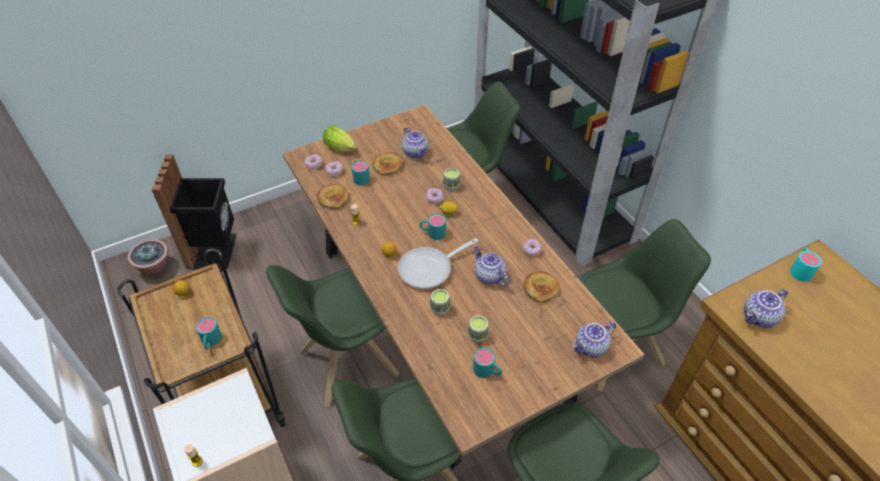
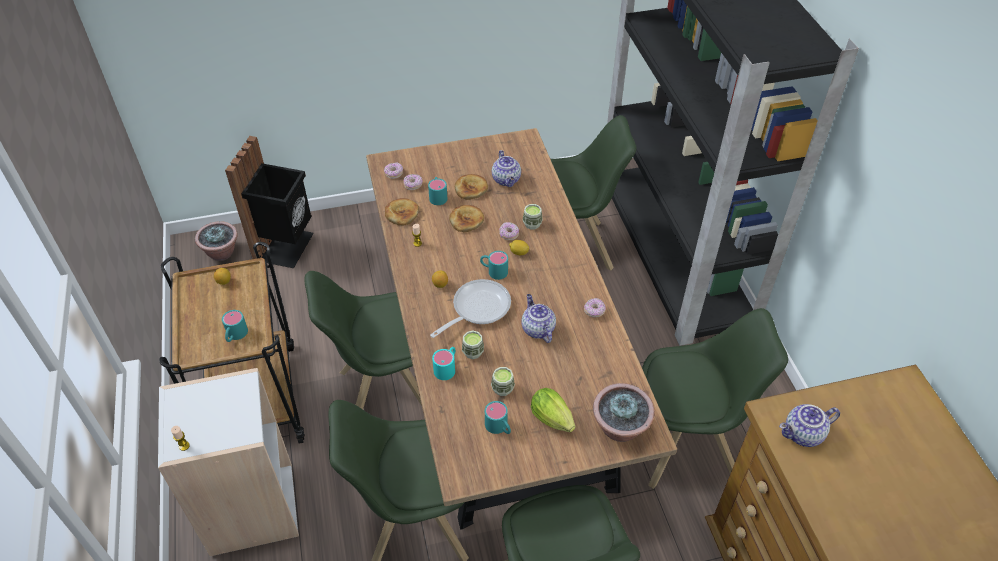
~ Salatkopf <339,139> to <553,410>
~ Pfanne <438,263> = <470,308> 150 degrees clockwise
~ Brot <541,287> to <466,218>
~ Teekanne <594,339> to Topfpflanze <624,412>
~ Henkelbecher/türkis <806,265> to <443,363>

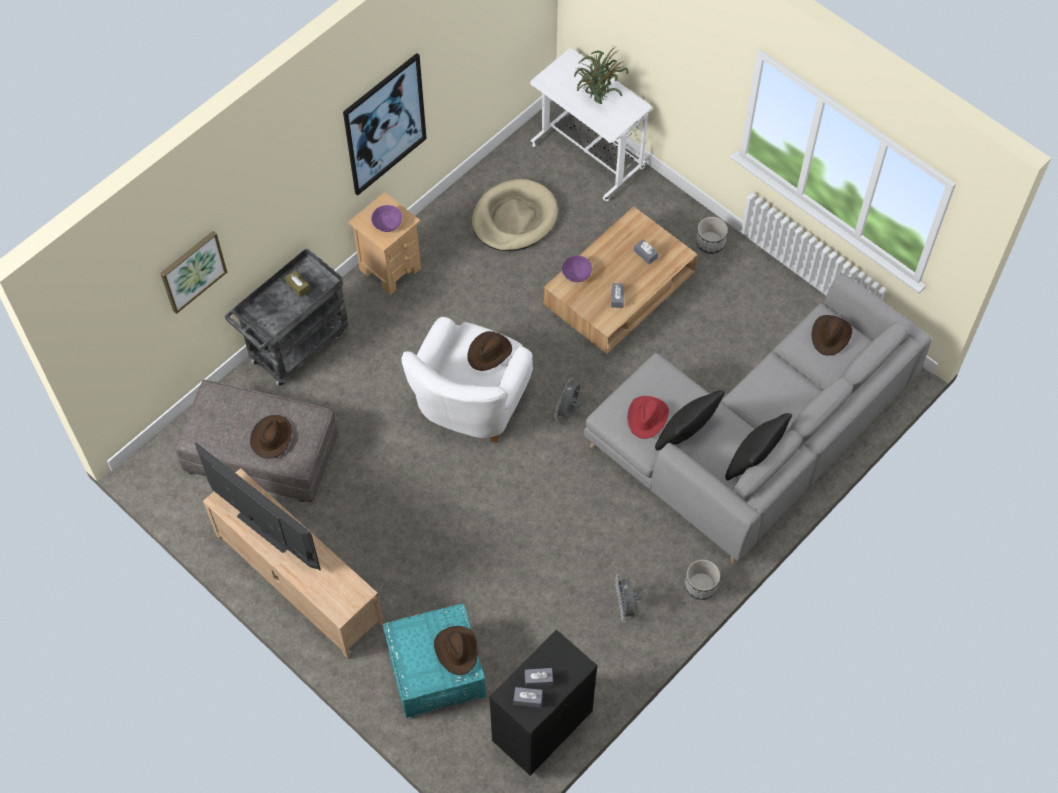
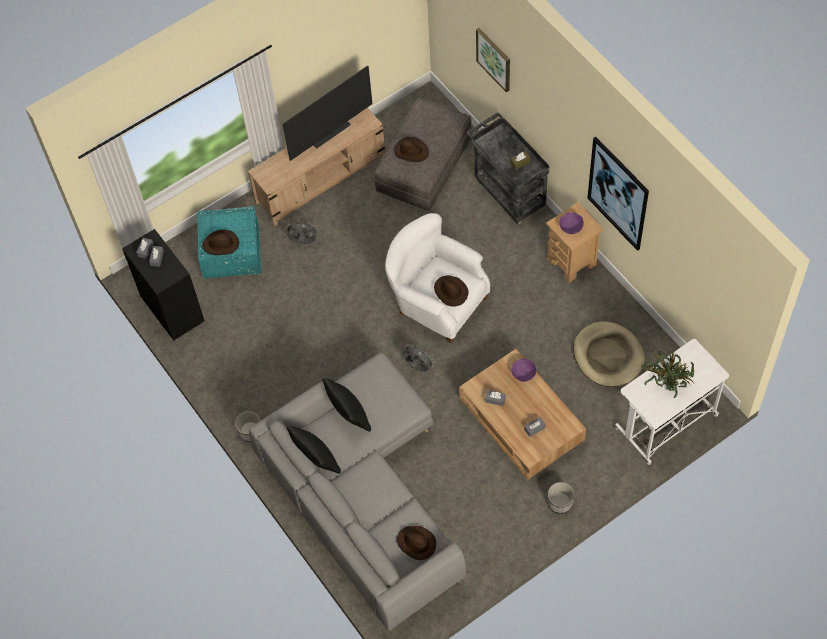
~ Ventilator/grau <628,598> to <302,232>
- Hut/rot <648,417>

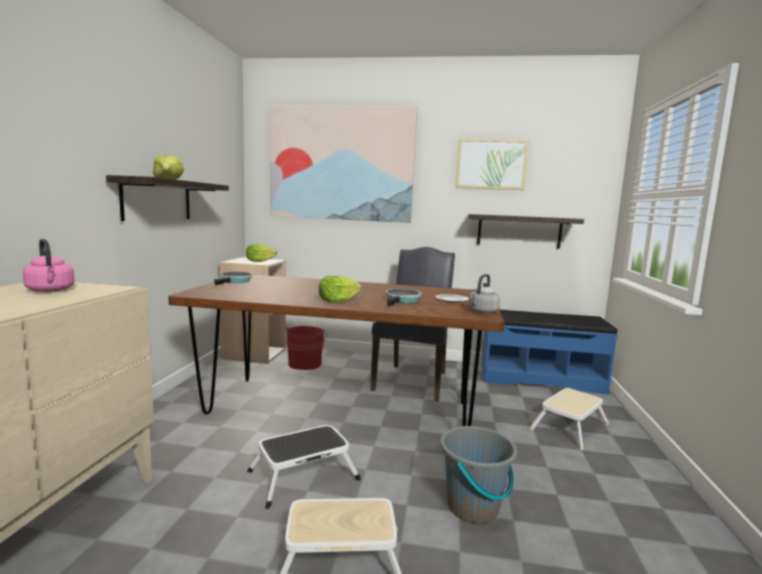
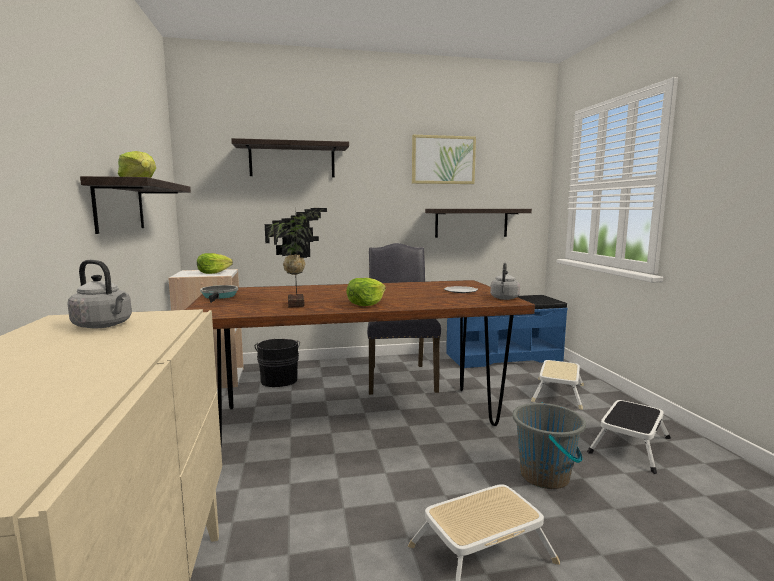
~ Wasserkessel/rosa <49,265> to Wasserkessel/grau <99,294>
~ Trittleiter/schwarz <304,467> to <629,437>
~ Bild <343,164> to Wandregal <290,157>
~ Eimer/rot <306,348> to Eimer/schwarz <277,363>
- Pfanne <403,297>
+ Topfpflanze <296,257>

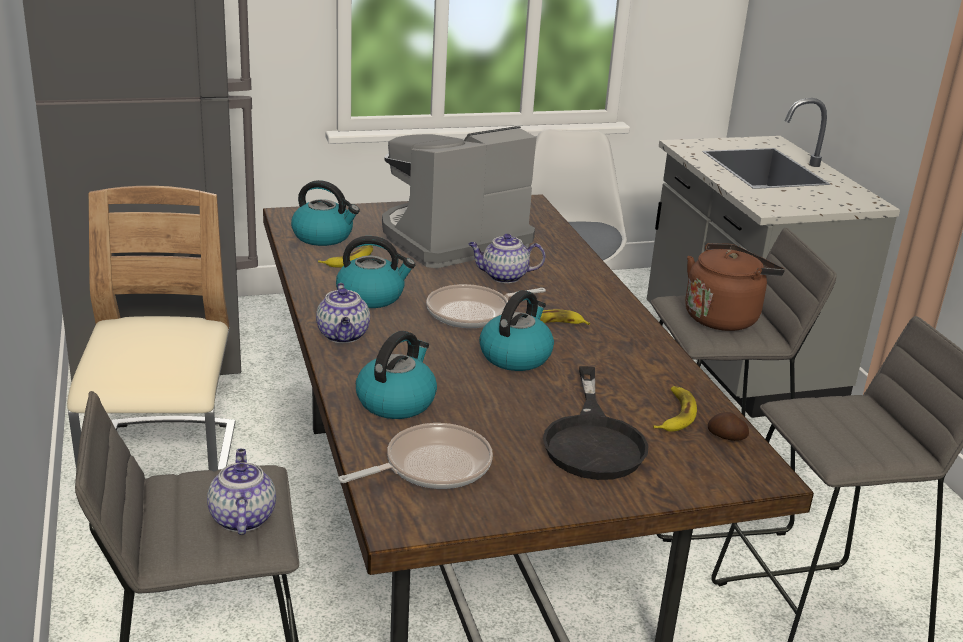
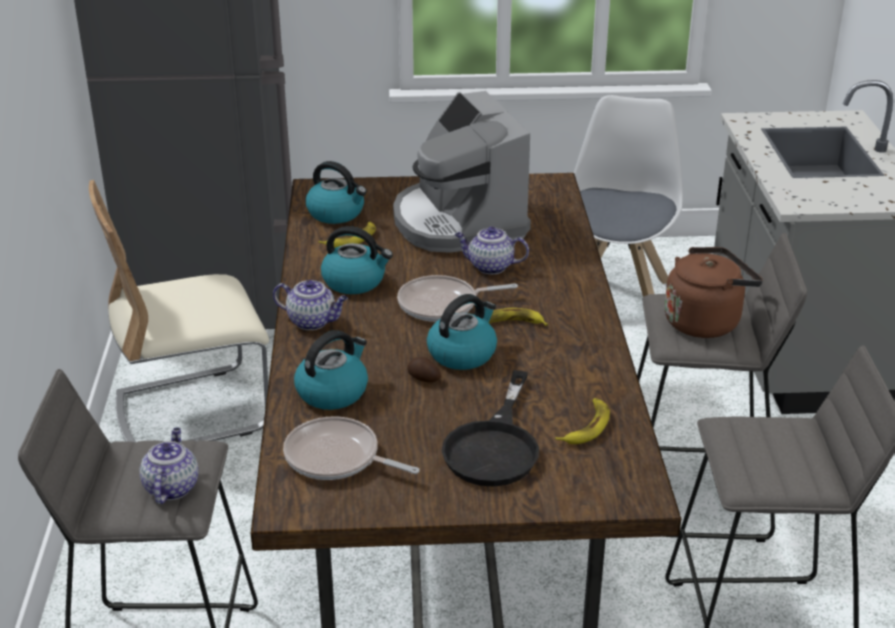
~ Stuhl/beige <151,329> = <179,311> 120 degrees counterclockwise
~ Teekanne <343,313> = <310,305> 75 degrees counterclockwise
~ Pfanne <415,456> = <351,448> 135 degrees counterclockwise
~ Kaffeemaschine <459,197> = <462,172> 90 degrees counterclockwise
~ Kartoffel <728,426> to <424,369>

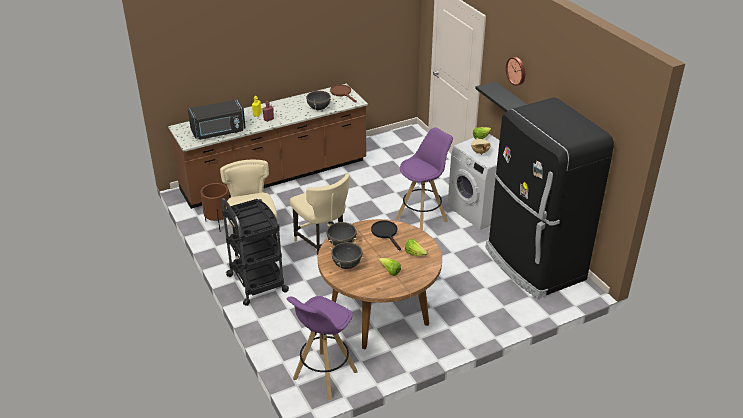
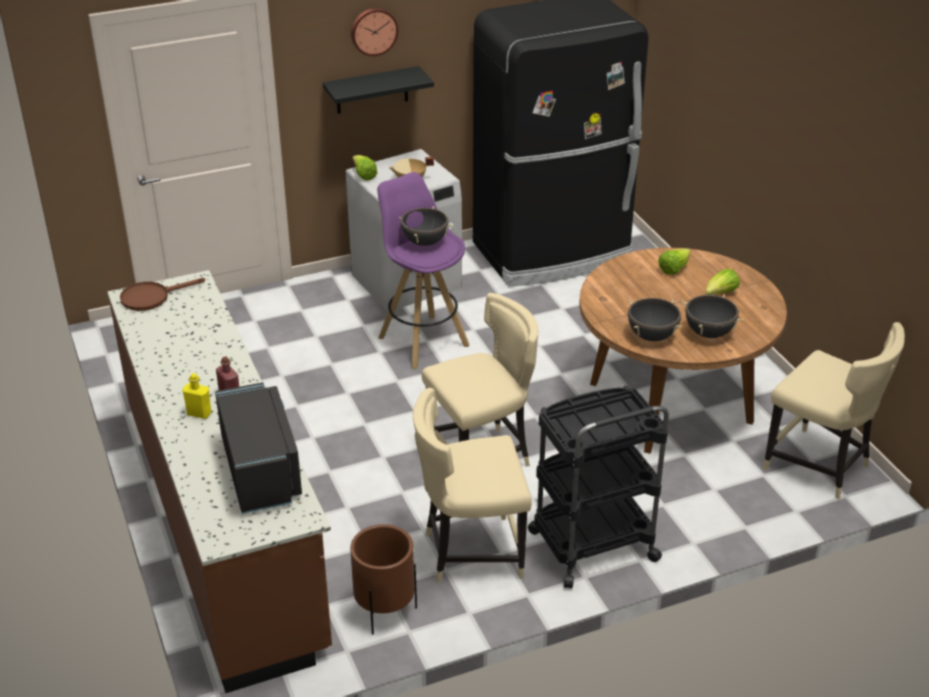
~ Hocker/lila <322,348> to Stuhl/beige <834,410>
~ Kochtopf/schwarz <318,100> to <426,226>
- Pfanne/schwarz <386,235>

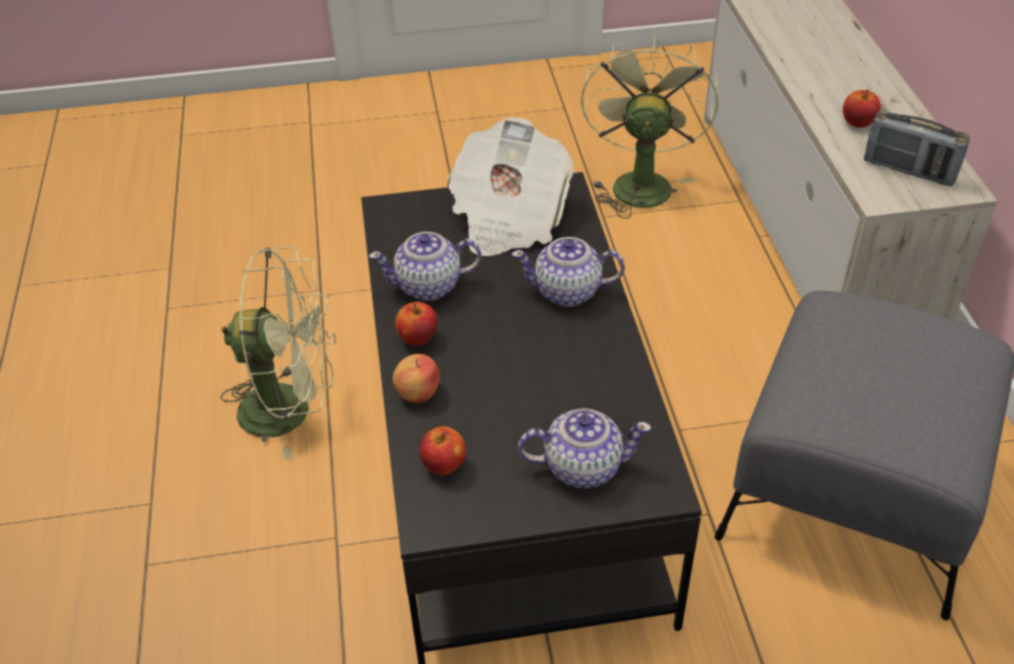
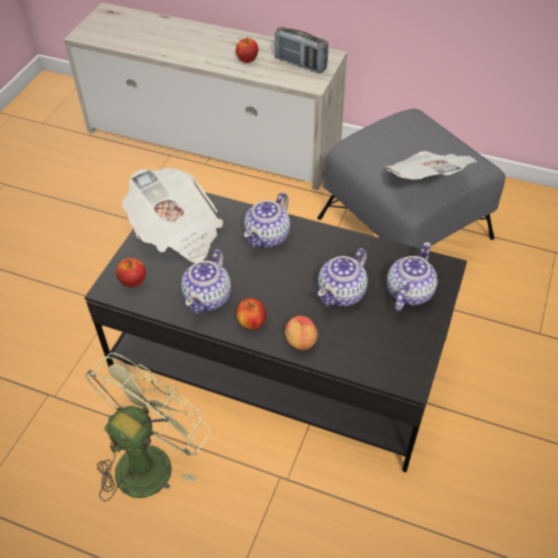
~ Apfel <442,450> to <131,273>
- Ventilator/grün <649,126>
~ Radio <917,148> = <301,49> 60 degrees clockwise
+ Teekanne <343,277>
+ Zeitung <431,165>

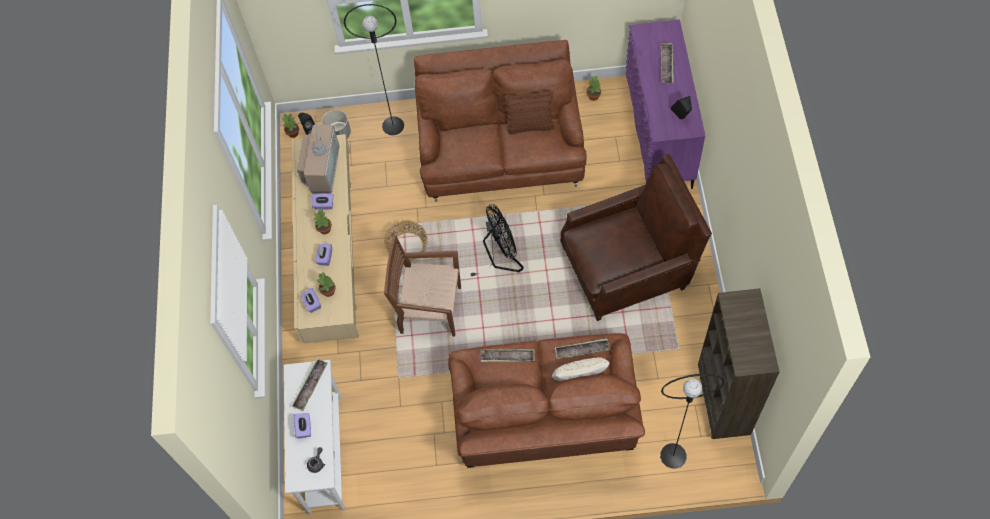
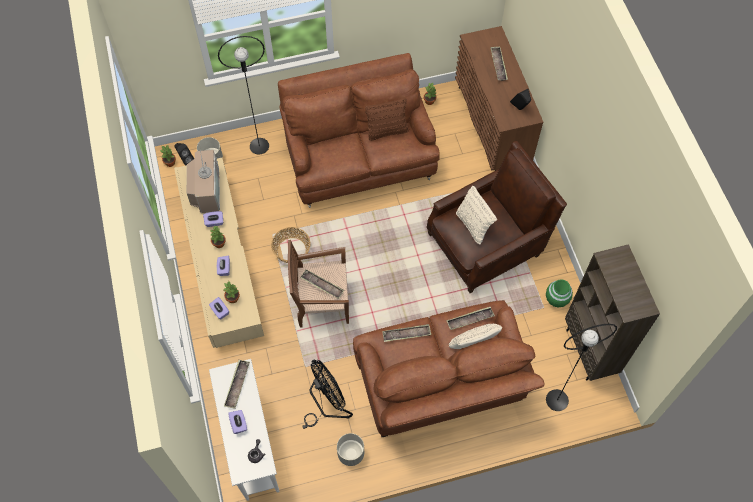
~ Ventilator/schwarz <496,240> to <328,394>
~ Kommode/lila <665,104> to Kommode/braun <499,98>
+ Tablett <322,284>
+ Pflanzkübel/grau <350,449>
+ Kissen/beige <476,215>
+ Vase/grün <559,293>

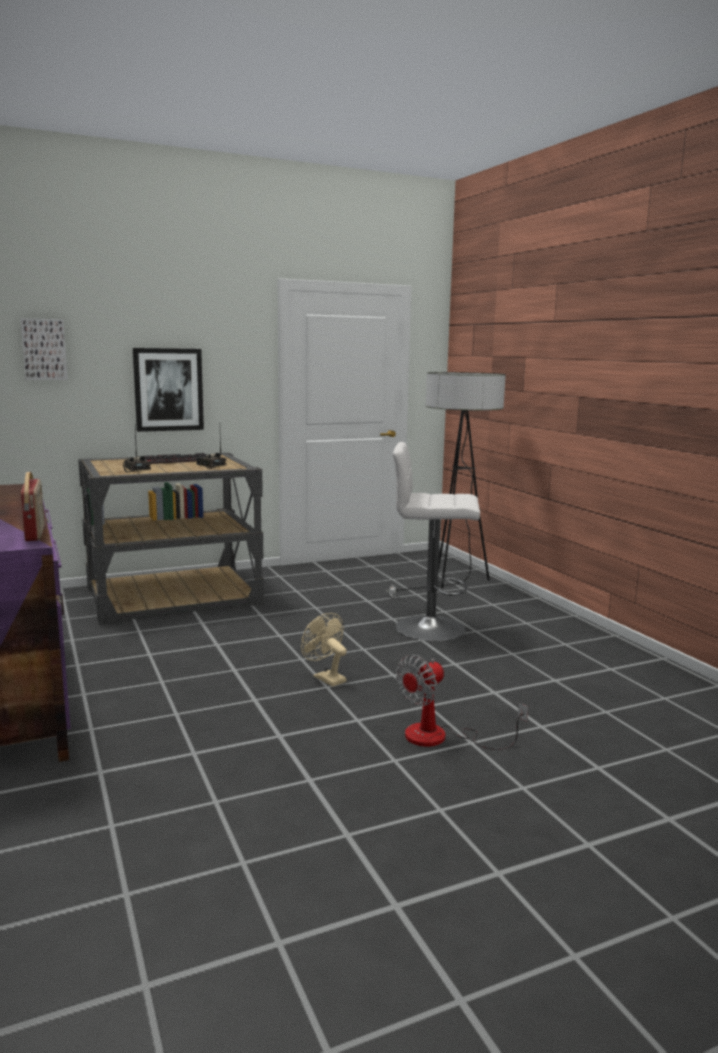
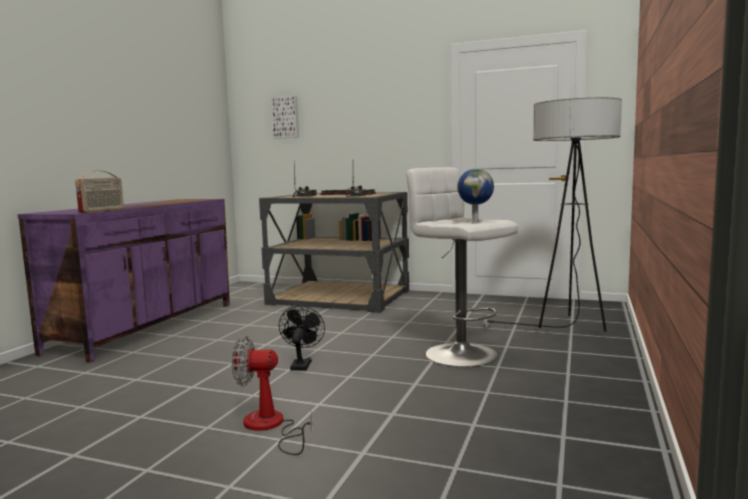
- Bild <168,390>
~ Ventilator/beige <324,650> to Ventilator/schwarz <302,338>
+ Globus <476,195>

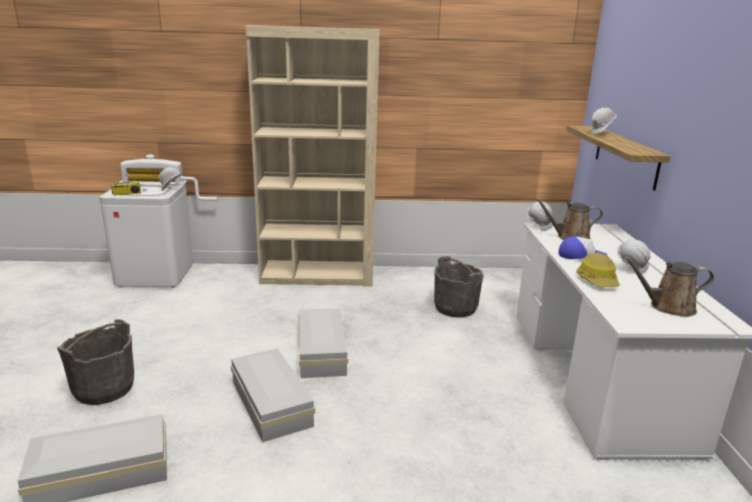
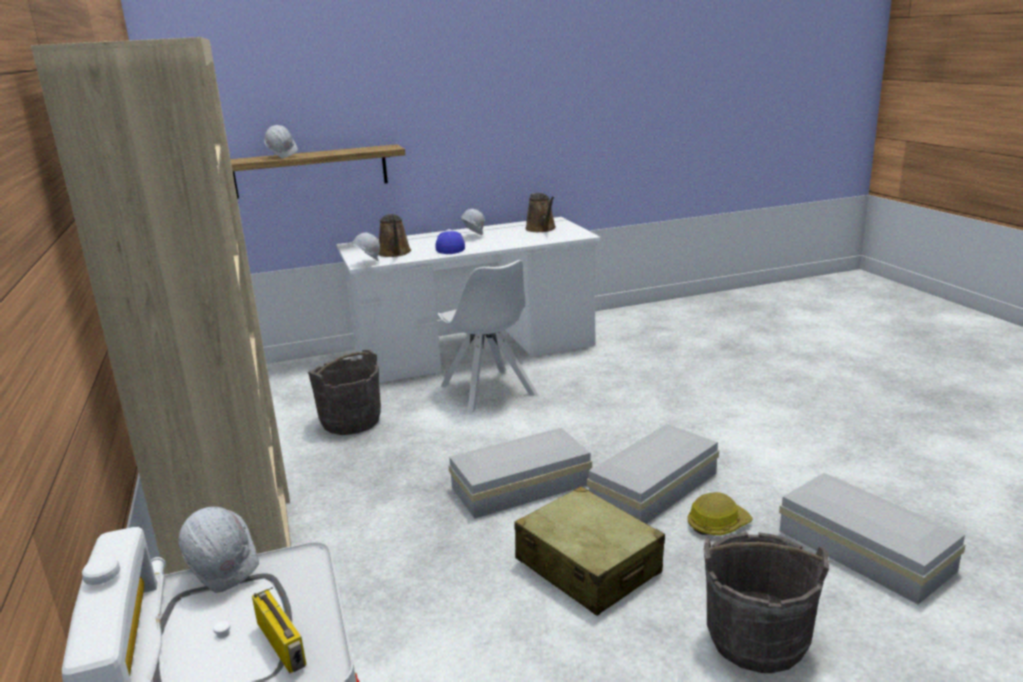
~ Schutzhelm <598,270> to <720,514>
+ Stuhl/weiß <487,336>
+ Koffer/beige <589,551>

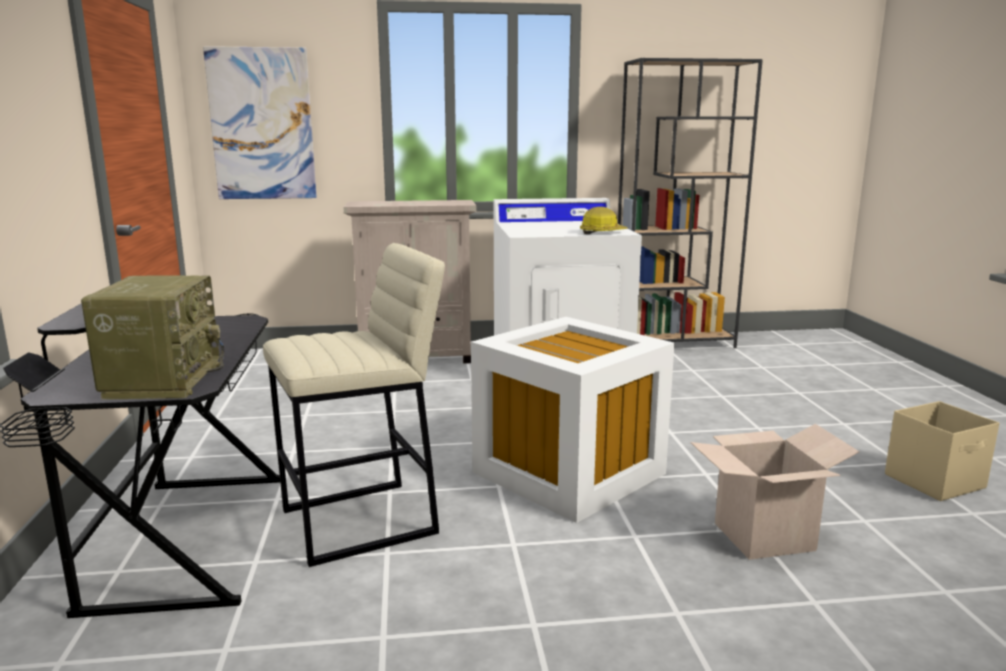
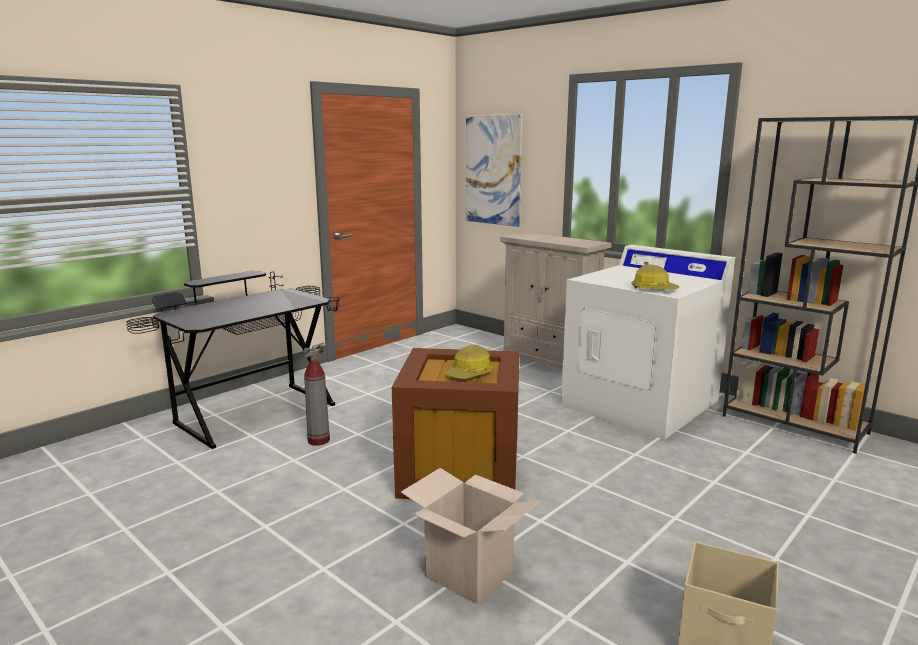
- Radio <152,337>
~ Hocker/beige <354,405> to Feuerlöscher <316,394>
~ Aufbewahrungsbox/weiß <573,420> to Aufbewahrungsbox/braun <455,423>
+ Schutzhelm <469,362>

